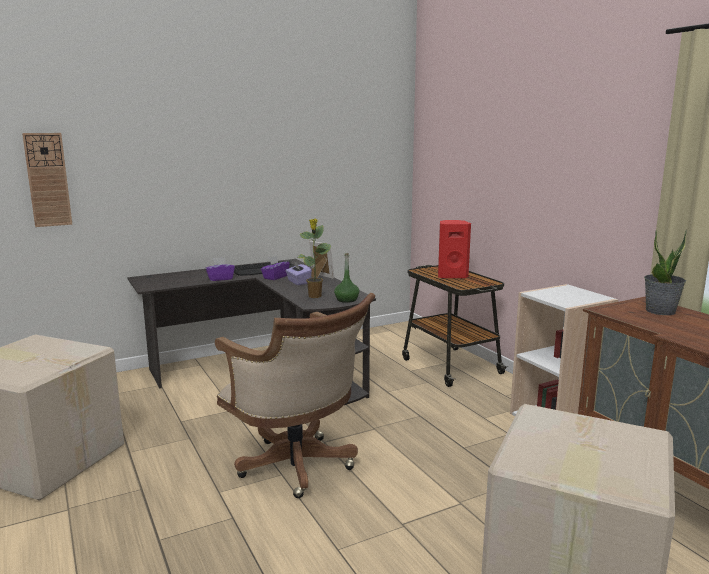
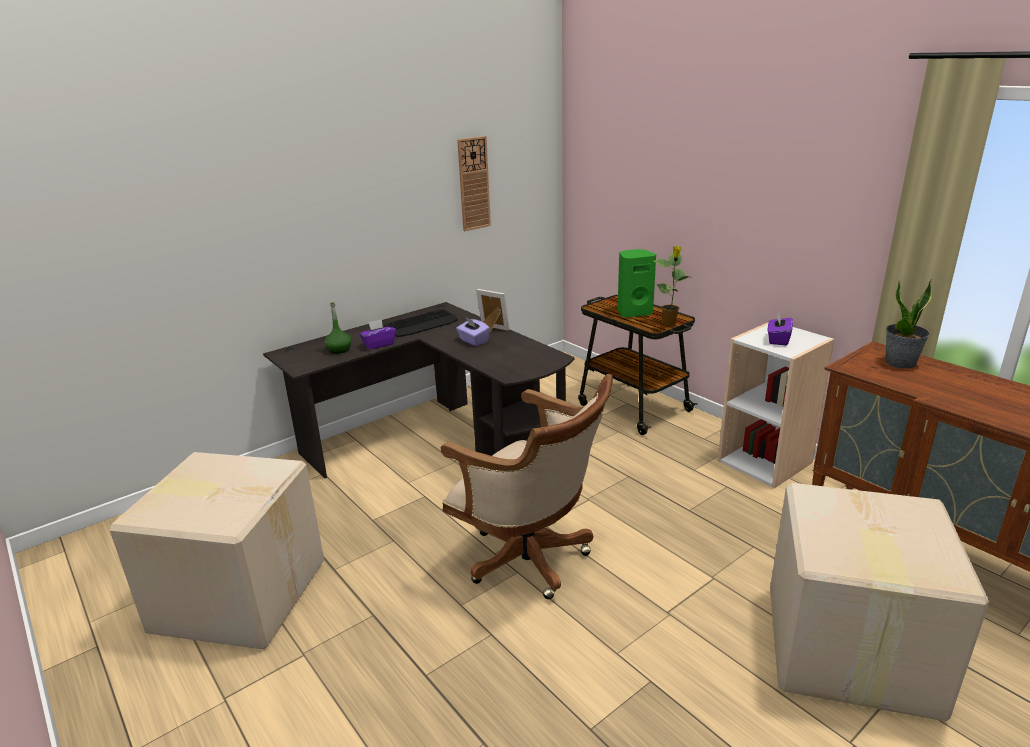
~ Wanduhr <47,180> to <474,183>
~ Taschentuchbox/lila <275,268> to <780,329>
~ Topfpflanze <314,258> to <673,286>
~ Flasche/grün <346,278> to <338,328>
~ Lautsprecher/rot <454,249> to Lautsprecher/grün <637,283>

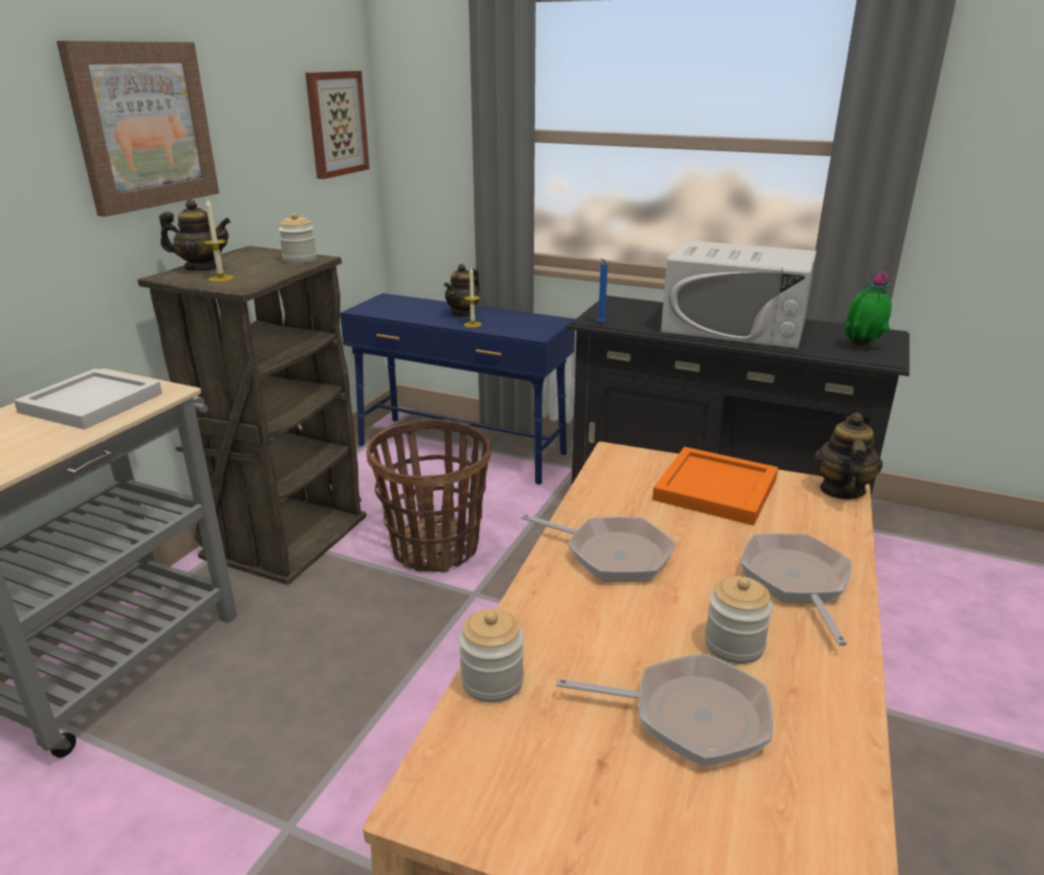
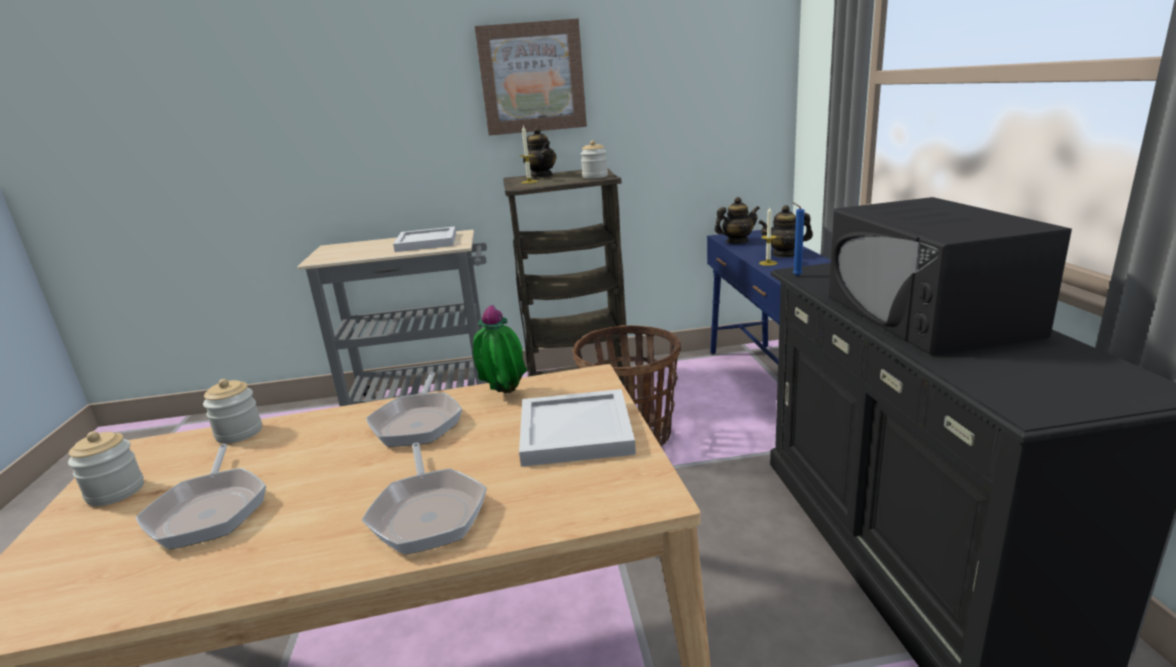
- Bild <337,125>
~ Tablett/orange <715,486> to Tablett/weiß <577,428>
~ Mikrowelle/weiß <739,294> to Mikrowelle/schwarz <950,276>
~ Vorratsglas <739,620> to <106,468>
~ Pfanne <796,589> = <424,499> 105 degrees clockwise
~ Teekanne <848,456> to <737,220>
~ Topfpflanze <868,308> to <500,349>

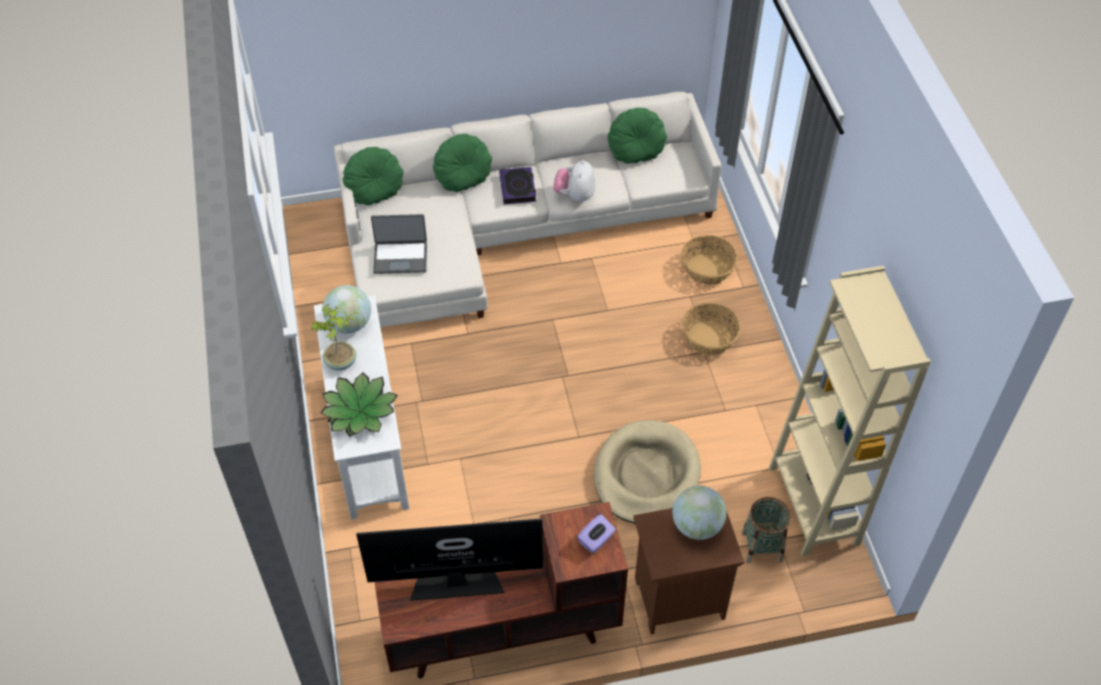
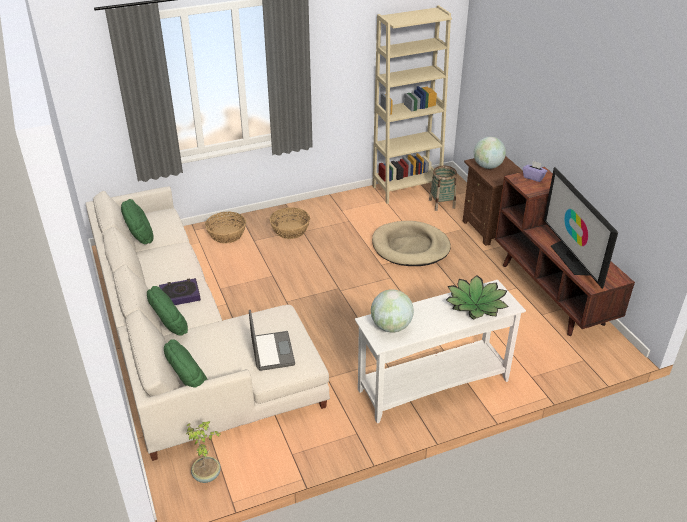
~ Topfpflanze <335,337> to <204,452>
- Plüschtier <574,181>

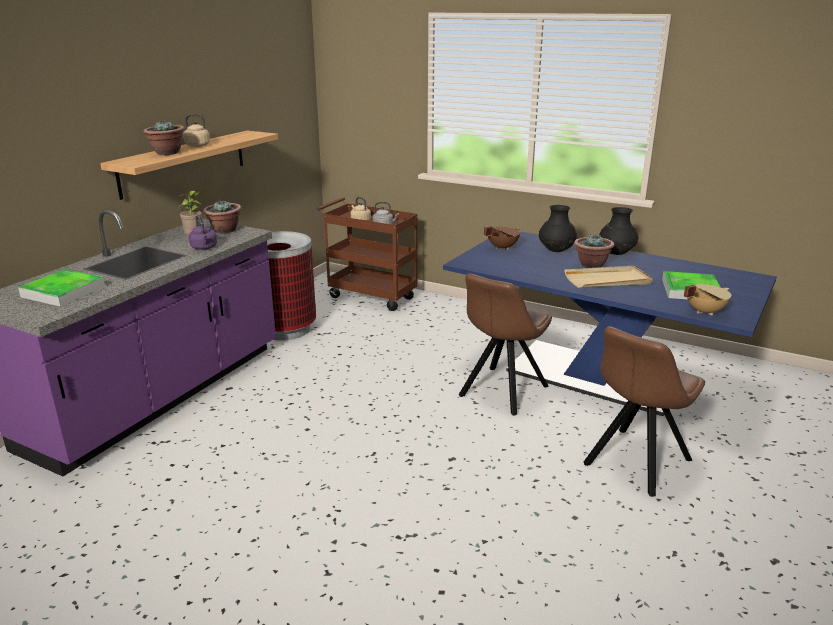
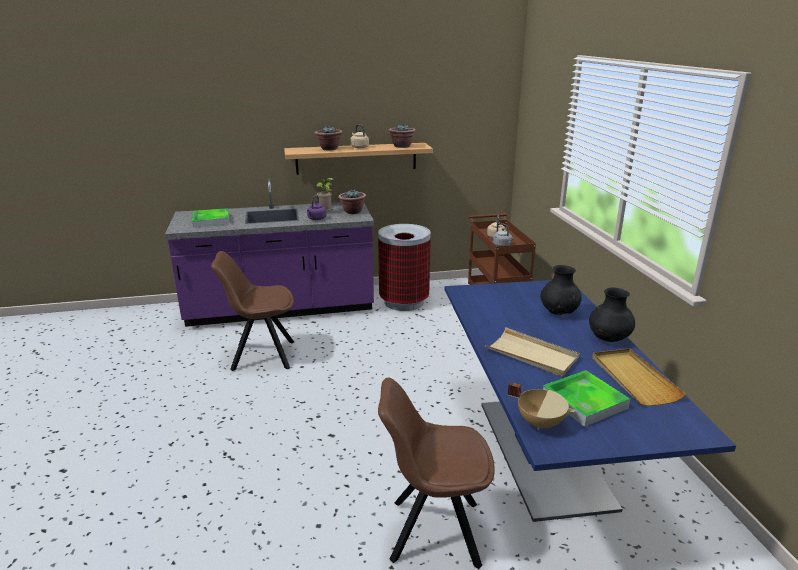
~ Stuhl/braun <505,344> to <252,311>
- Kochtopf/braun <502,238>
~ Topfpflanze <594,251> to <402,136>
+ Tablett/beige <639,377>

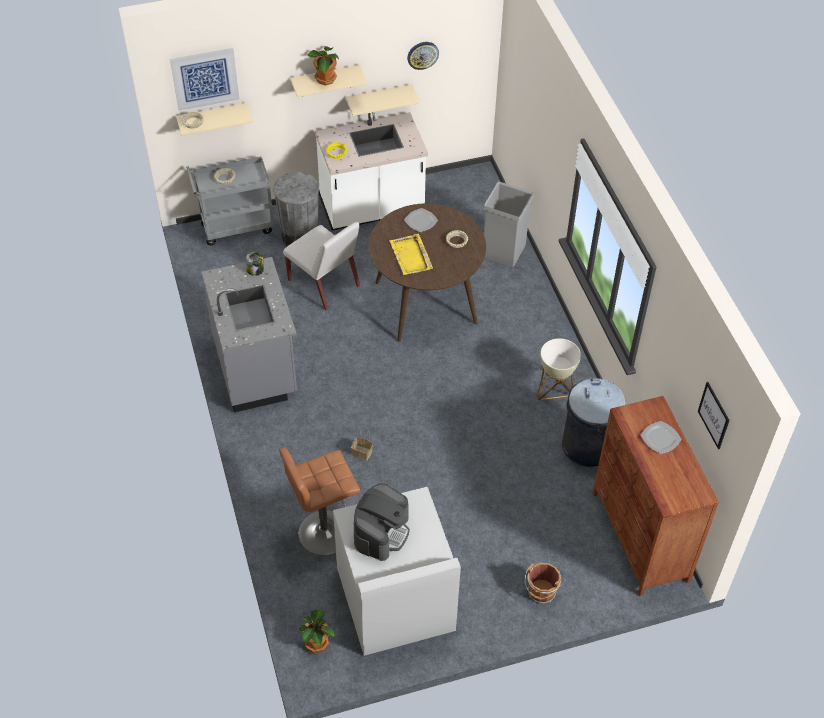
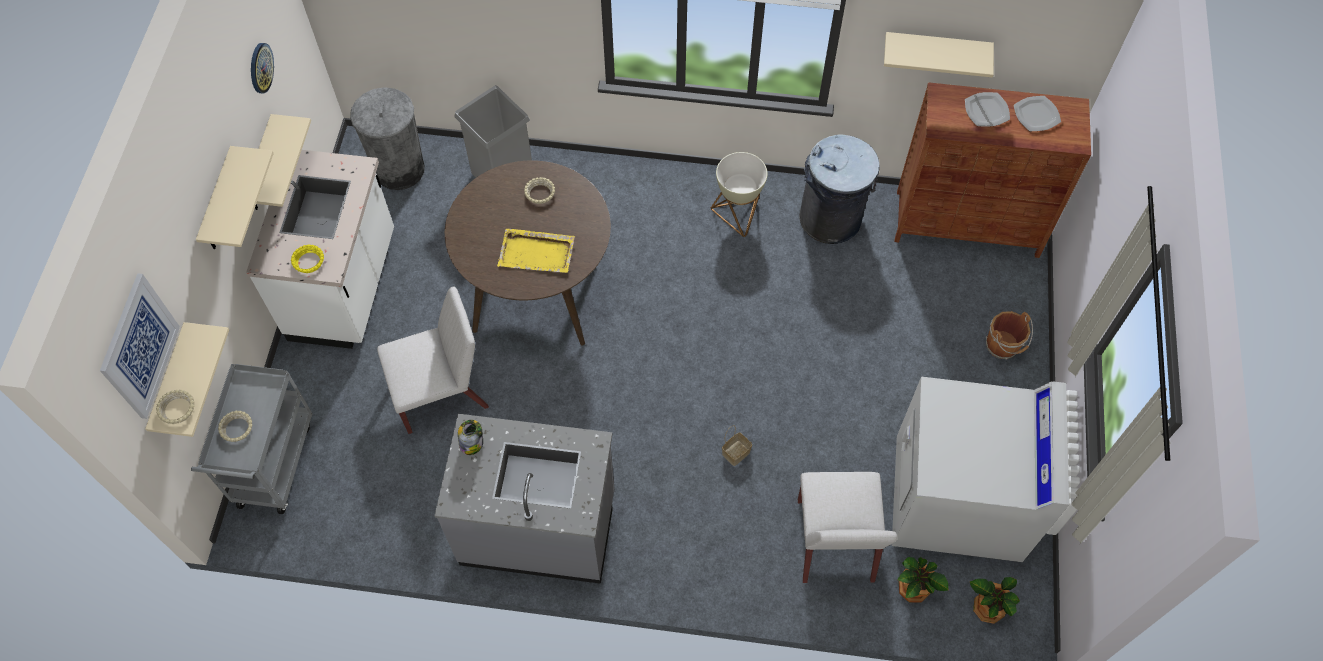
~ Mülleimer/grau <296,209> to <387,138>
~ Hocker/braun <319,501> to Stuhl/weiß <847,527>
~ Topfpflanze <323,65> to <922,580>
- Kaffeemaschine <382,522>
~ Teller <421,220> to <1037,113>
- Bild <714,415>
+ Wandregal/beige <939,54>

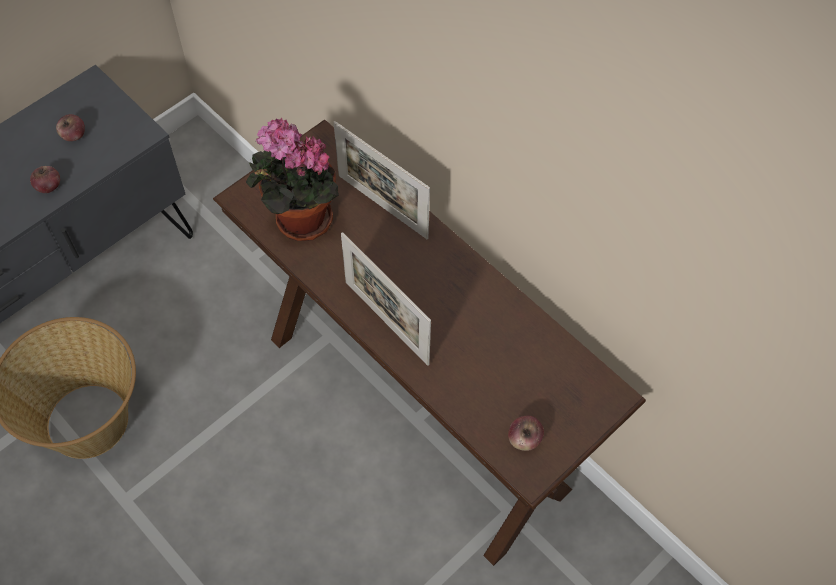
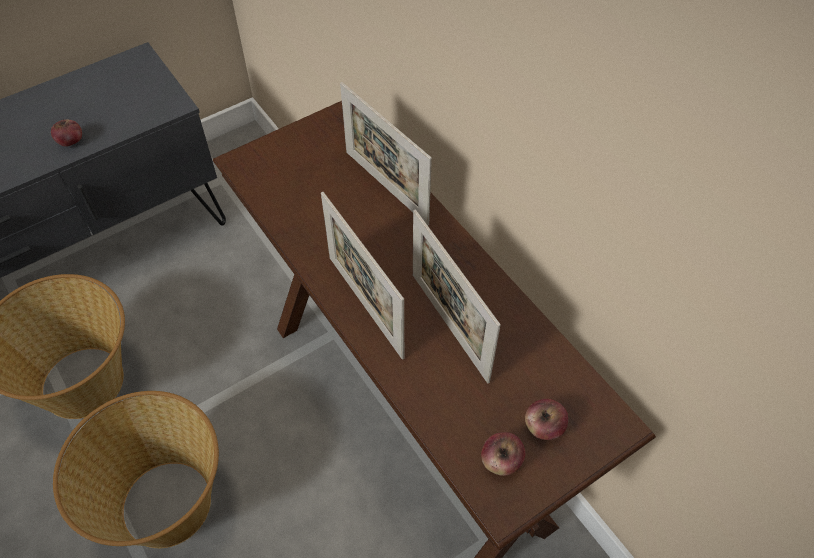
~ Apfel <70,127> to <546,419>
- Topfpflanze <292,179>
+ Korb <136,469>
+ Bilderrahmen <457,297>

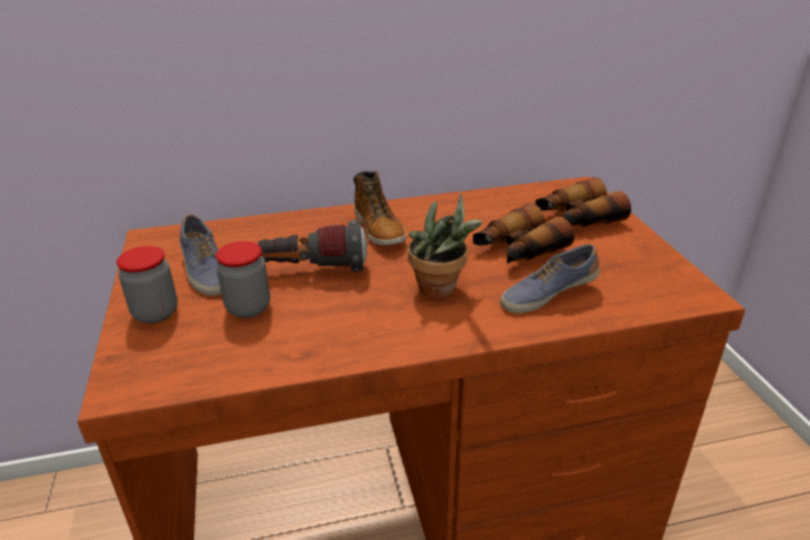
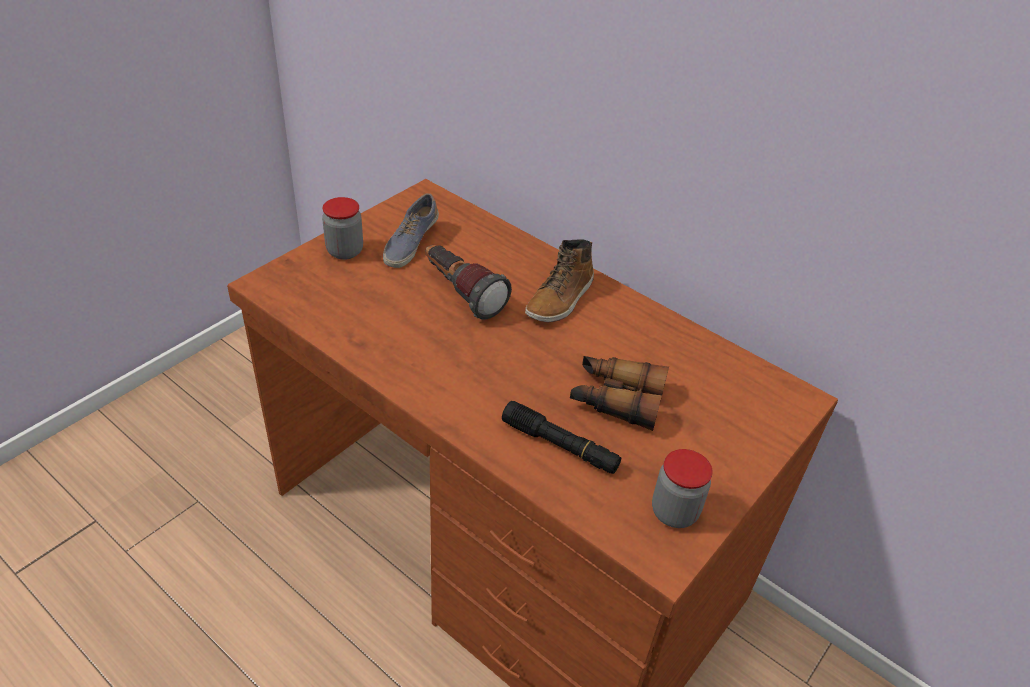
~ Vorratsglas <243,279> to <682,488>
- Topfpflanze <445,246>
~ Schuh <550,278> to Taschenlampe/schwarz <561,437>
- Fernglas <583,202>

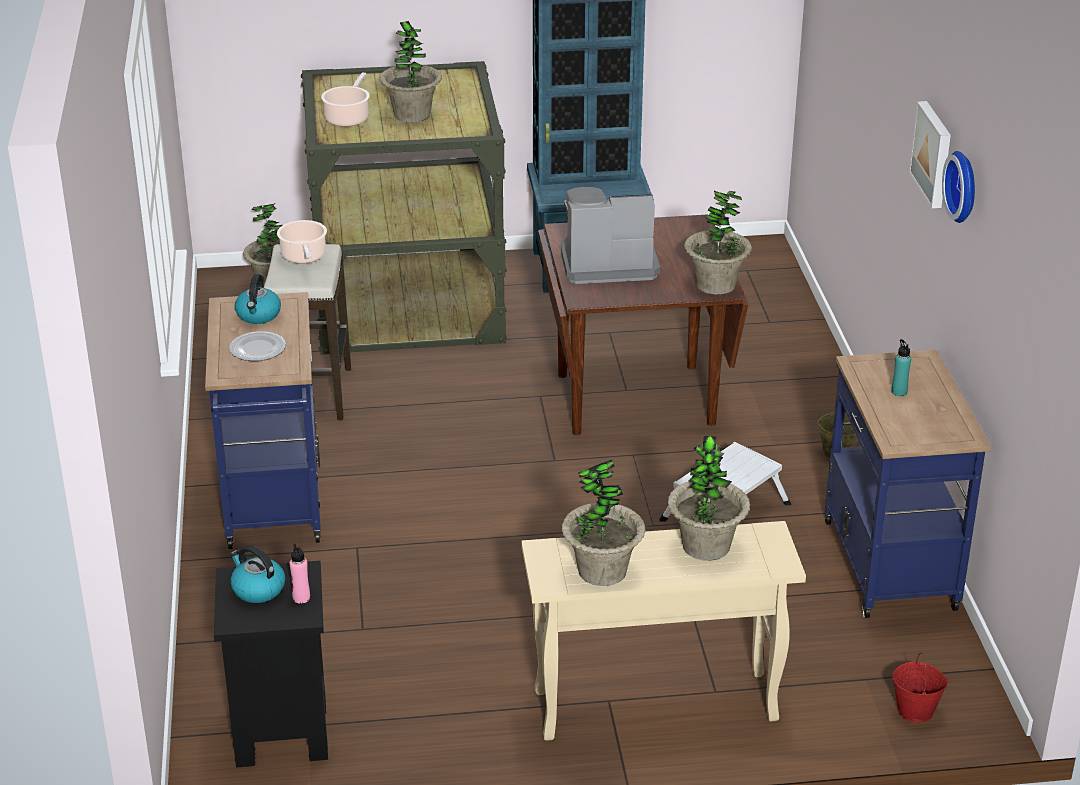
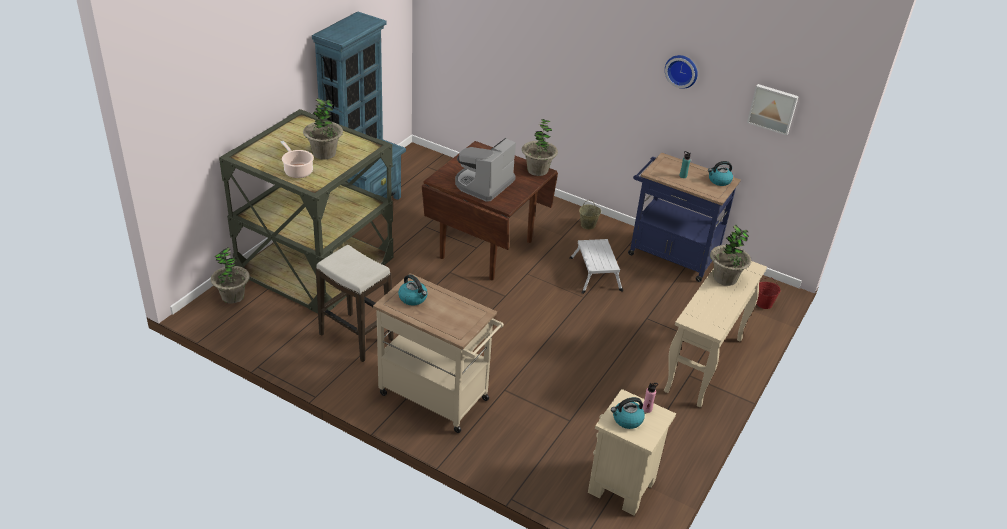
~ Rollwagen/blau <263,420> to Rollwagen/beige <438,353>
~ Nachttisch/schwarz <271,664> to Nachttisch/beige <632,452>
- Teller <257,346>
- Kochtopf <302,242>
- Topfpflanze <603,522>
~ Bild <930,154> to <773,110>
+ Wasserkessel <720,173>

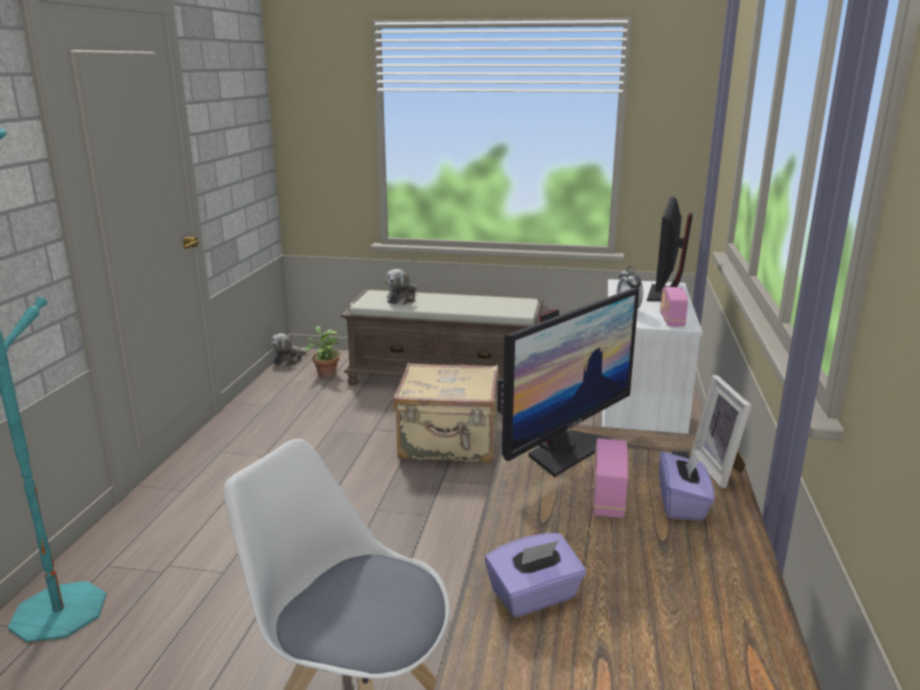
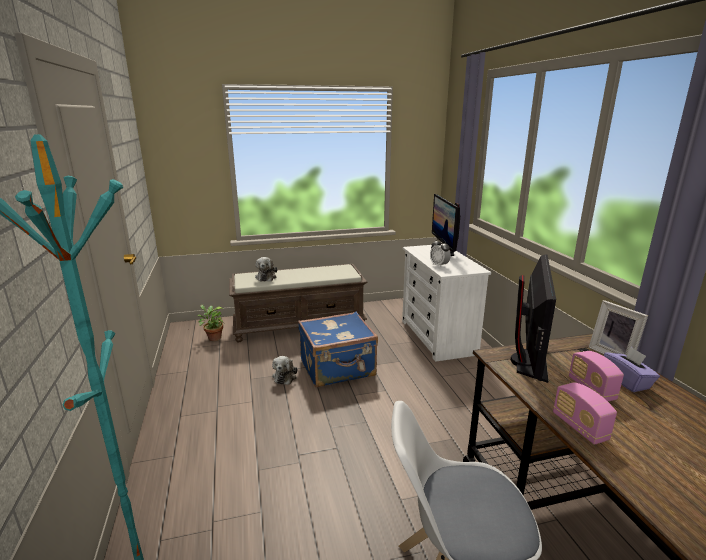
~ Plüschtier <289,350> to <284,370>
~ Koffer/beige <446,413> to Koffer/blau <338,350>
- Taschentuchbox/lila <535,575>
~ Radio <674,307> to <585,413>

